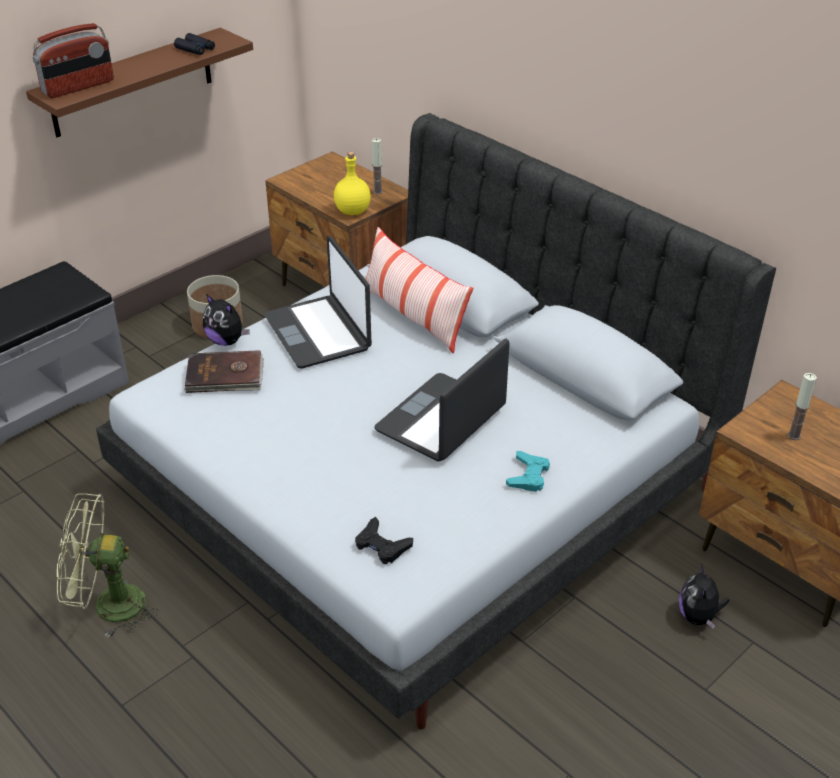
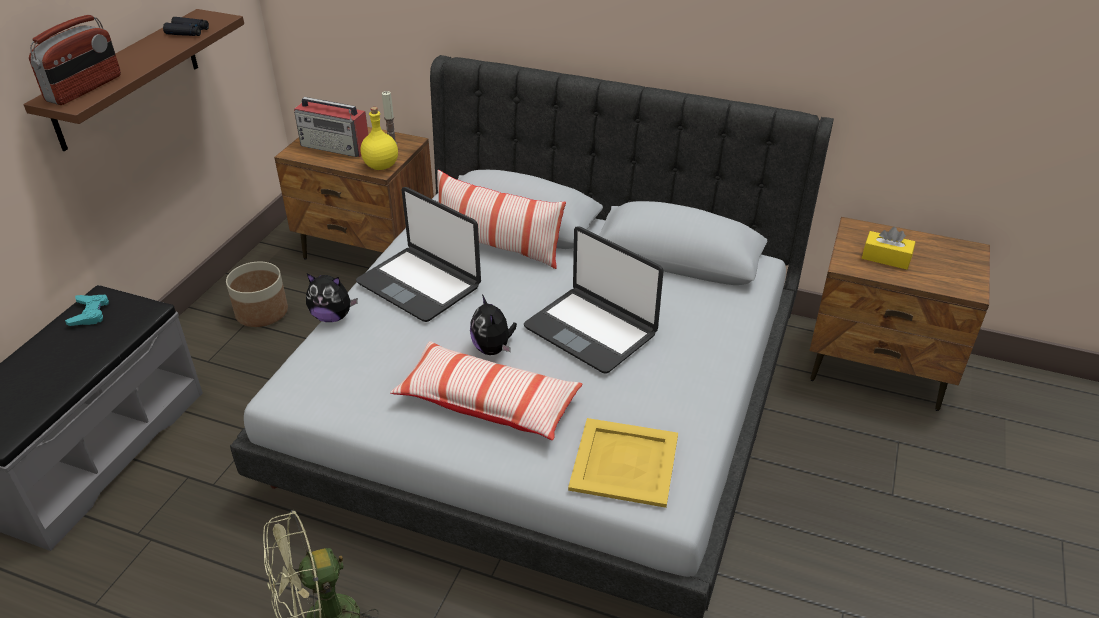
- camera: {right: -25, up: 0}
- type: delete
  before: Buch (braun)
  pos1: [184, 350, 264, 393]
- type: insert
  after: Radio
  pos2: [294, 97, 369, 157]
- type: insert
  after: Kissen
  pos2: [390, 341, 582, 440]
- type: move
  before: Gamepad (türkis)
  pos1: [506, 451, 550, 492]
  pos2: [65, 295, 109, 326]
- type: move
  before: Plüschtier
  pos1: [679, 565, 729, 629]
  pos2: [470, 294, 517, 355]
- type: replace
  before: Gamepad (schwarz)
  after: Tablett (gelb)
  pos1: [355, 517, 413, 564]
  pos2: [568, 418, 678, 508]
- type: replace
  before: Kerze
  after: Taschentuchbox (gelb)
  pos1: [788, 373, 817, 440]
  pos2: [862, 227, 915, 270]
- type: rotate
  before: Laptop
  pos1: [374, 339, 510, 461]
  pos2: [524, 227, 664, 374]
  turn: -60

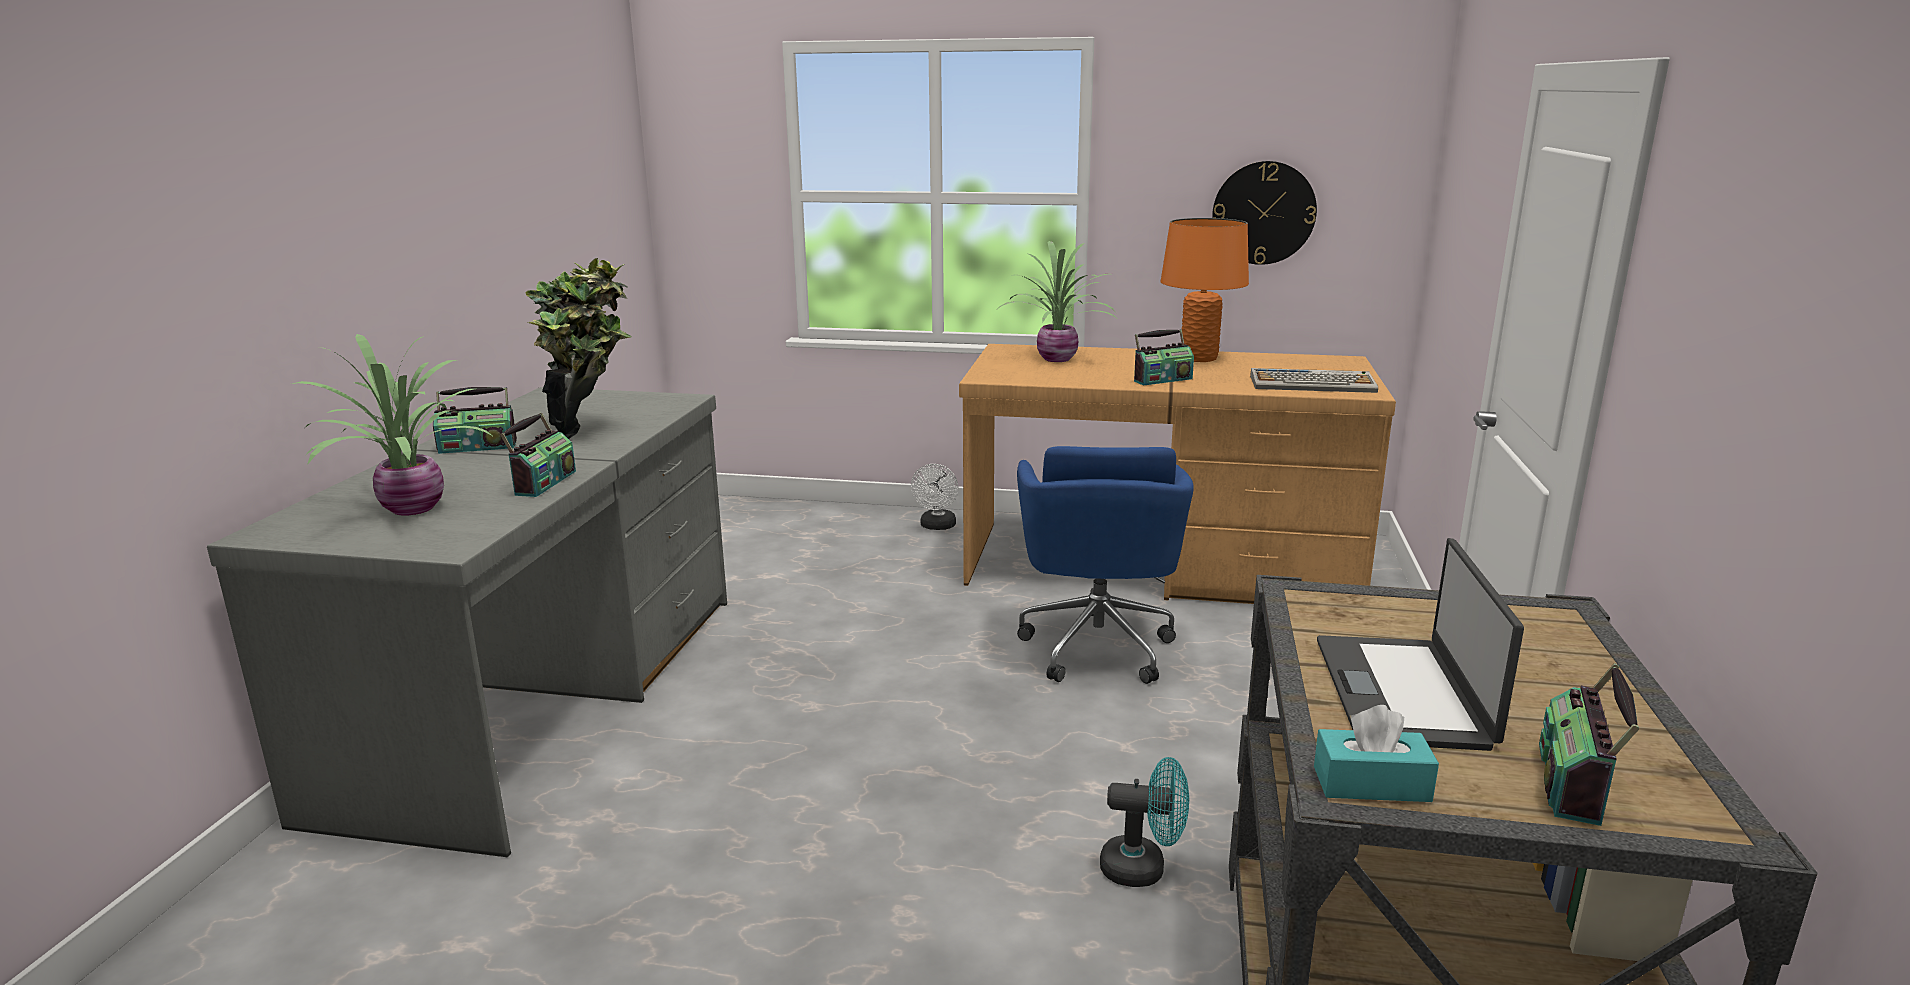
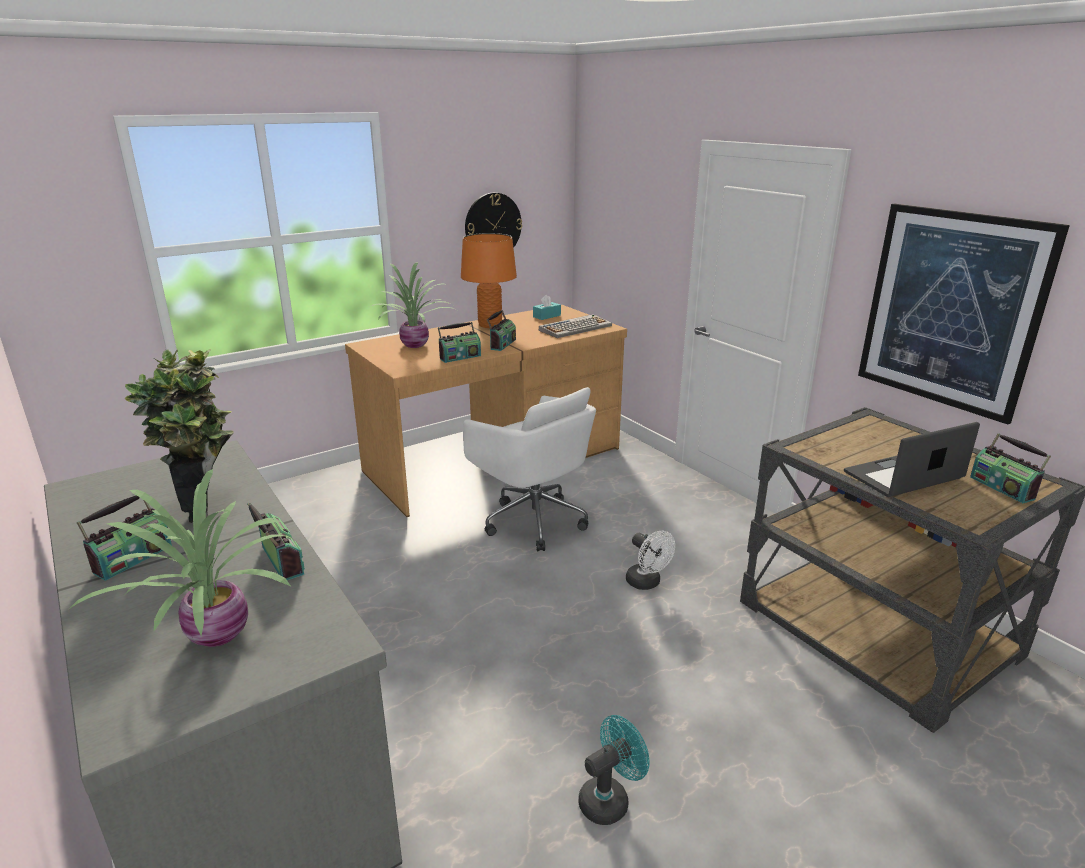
- camera: {right: -45, up: 5}
- type: insert
  after: Radio
  pos2: [438, 322, 481, 363]
- type: insert
  after: Bild
  pos2: [858, 204, 1070, 424]
- type: move
  before: Ventilator (weiß)
  pos1: [911, 464, 958, 530]
  pos2: [626, 531, 675, 590]
- type: move
  before: Ventilator (türkis)
  pos1: [1100, 757, 1189, 887]
  pos2: [579, 715, 650, 825]
- type: move
  before: Taschentuchbox (türkis)
  pos1: [1314, 705, 1439, 802]
  pos2: [533, 295, 561, 320]
- type: recolor
  before: Bürostuhl (blau)
  after: Bürostuhl (weiß)
  pos1: [1017, 446, 1194, 684]
  pos2: [463, 387, 596, 551]
- type: rotate
  before: Laptop
  pos1: [1317, 538, 1524, 751]
  pos2: [844, 422, 980, 497]
  turn: 105

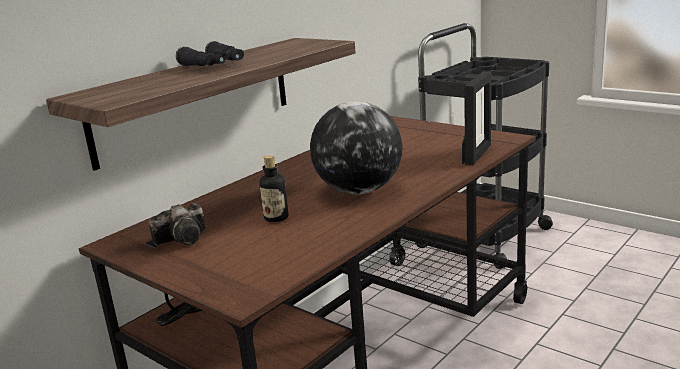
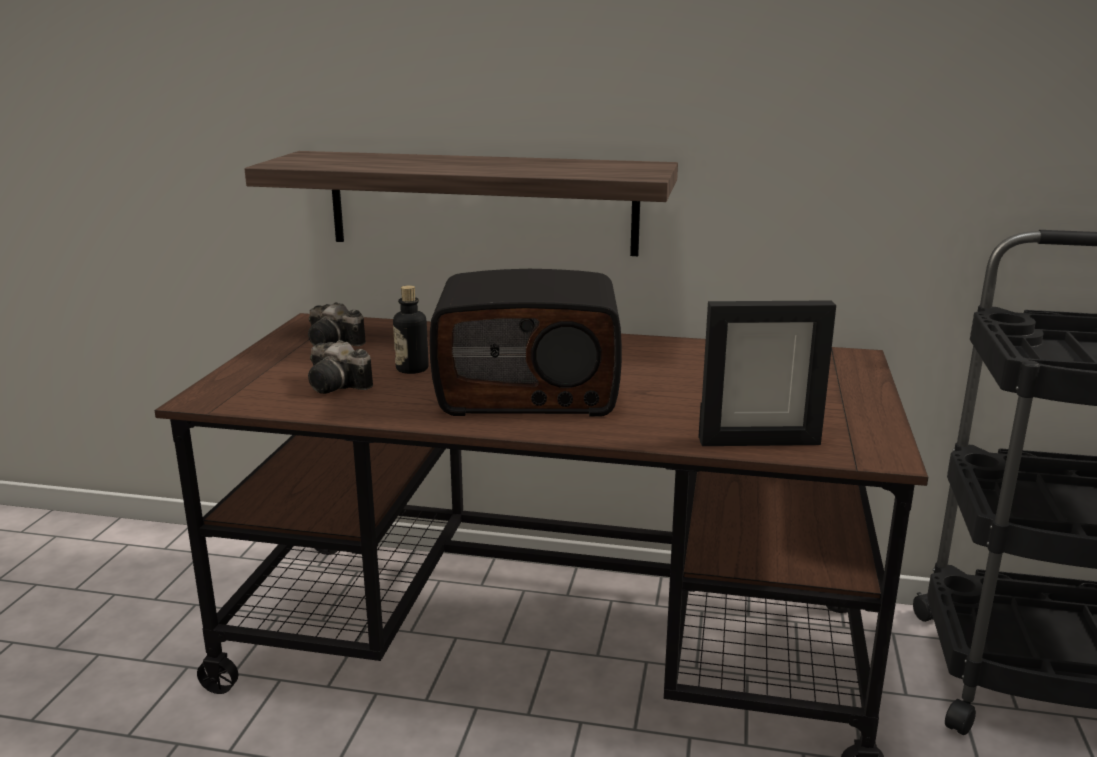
- camera: {right: 60, up: 0}
- type: delete
  before: Fernglas (schwarz)
  pos1: [176, 41, 244, 66]
- type: insert
  after: Kamera
  pos2: [308, 340, 373, 394]
- type: replace
  before: Globus
  after: Radio
  pos1: [310, 101, 403, 194]
  pos2: [430, 269, 622, 417]

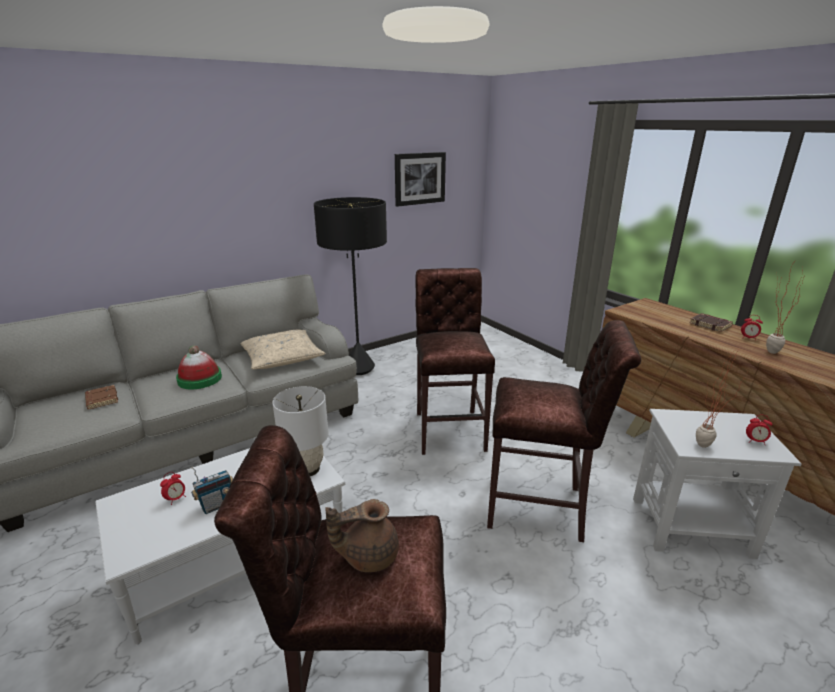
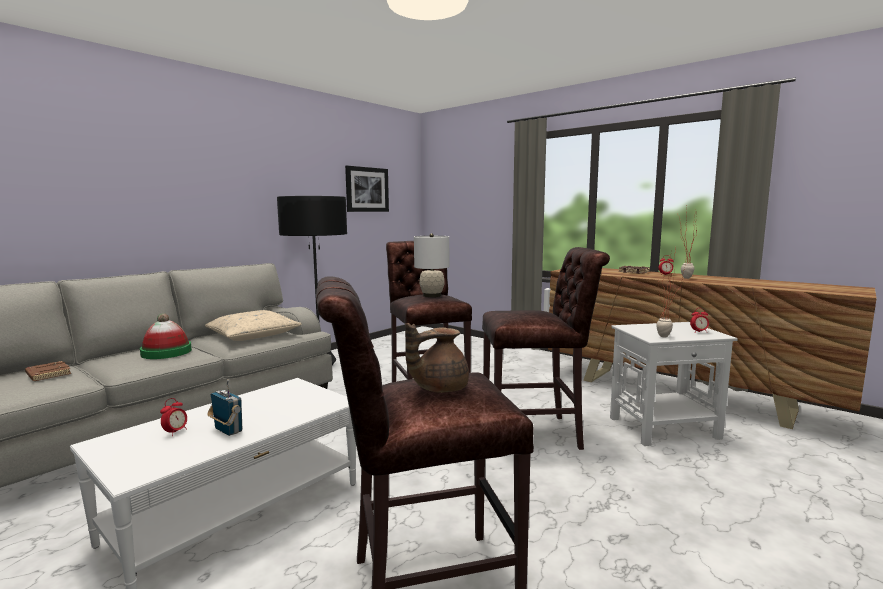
- camera: {right: -15, up: -15}
- type: move
  before: Tischlampe (weiß)
  pos1: [272, 386, 329, 476]
  pos2: [414, 233, 449, 297]
- type: rotate
  before: Radio
  pos1: [191, 467, 233, 514]
  pos2: [208, 379, 242, 436]
  turn: -90

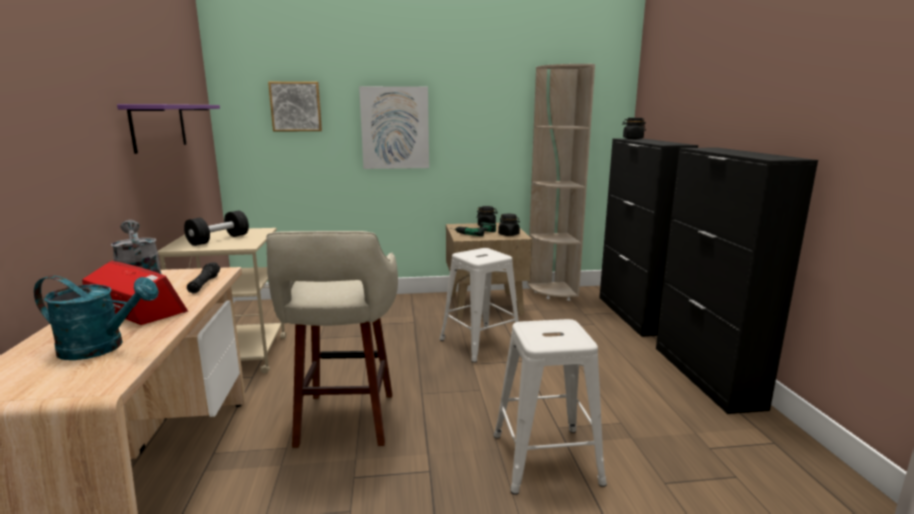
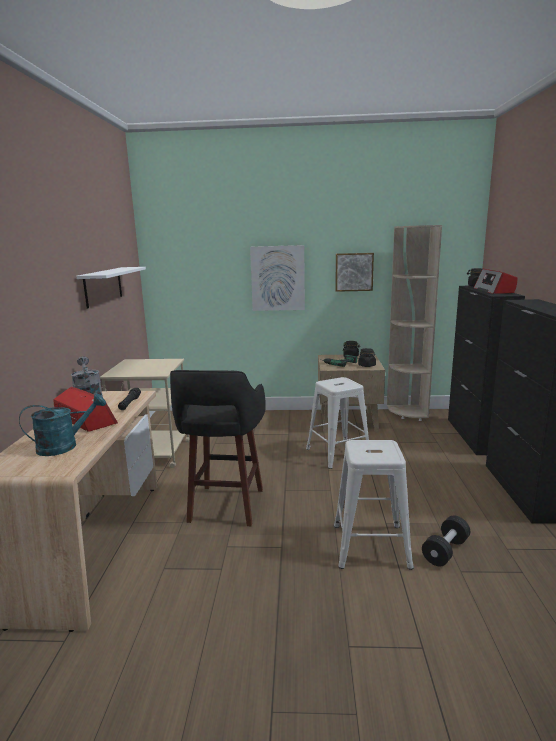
- camera: {right: 10, up: 0}
- type: insert
  after: Radio
  pos2: [474, 269, 517, 294]
- type: move
  before: Hantel (schwarz)
  pos1: [184, 211, 249, 246]
  pos2: [422, 516, 470, 566]
- type: move
  before: Bild
  pos1: [268, 82, 322, 132]
  pos2: [335, 253, 374, 292]
- type: recolor
  before: Wandregal (lila)
  after: Wandregal (weiß)
  pos1: [117, 104, 220, 154]
  pos2: [77, 267, 146, 308]
- type: recolor
  before: Hocker (beige)
  after: Hocker (schwarz)
  pos1: [266, 231, 398, 448]
  pos2: [170, 370, 266, 526]
- type: rotate
  before: Gießkanne (türkis)
  pos1: [34, 275, 159, 360]
  pos2: [19, 393, 106, 456]
  turn: -45

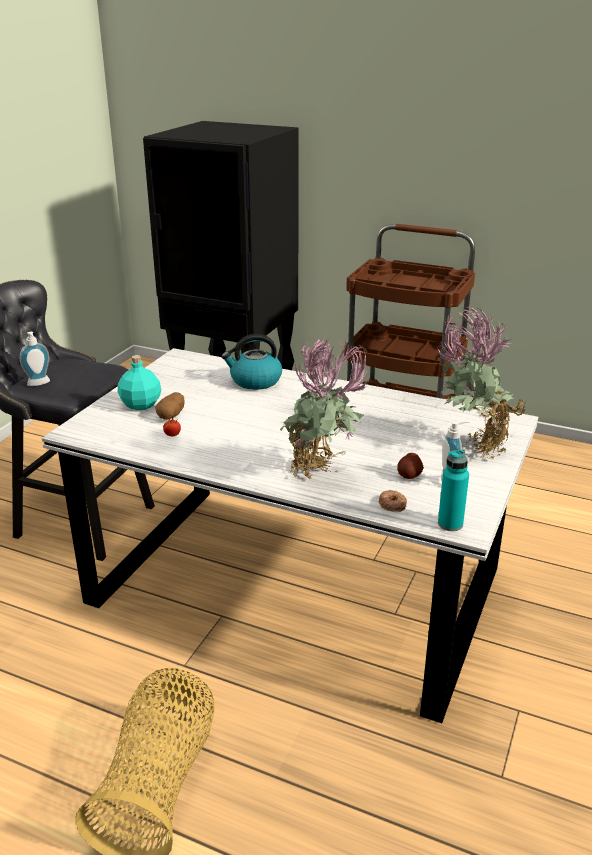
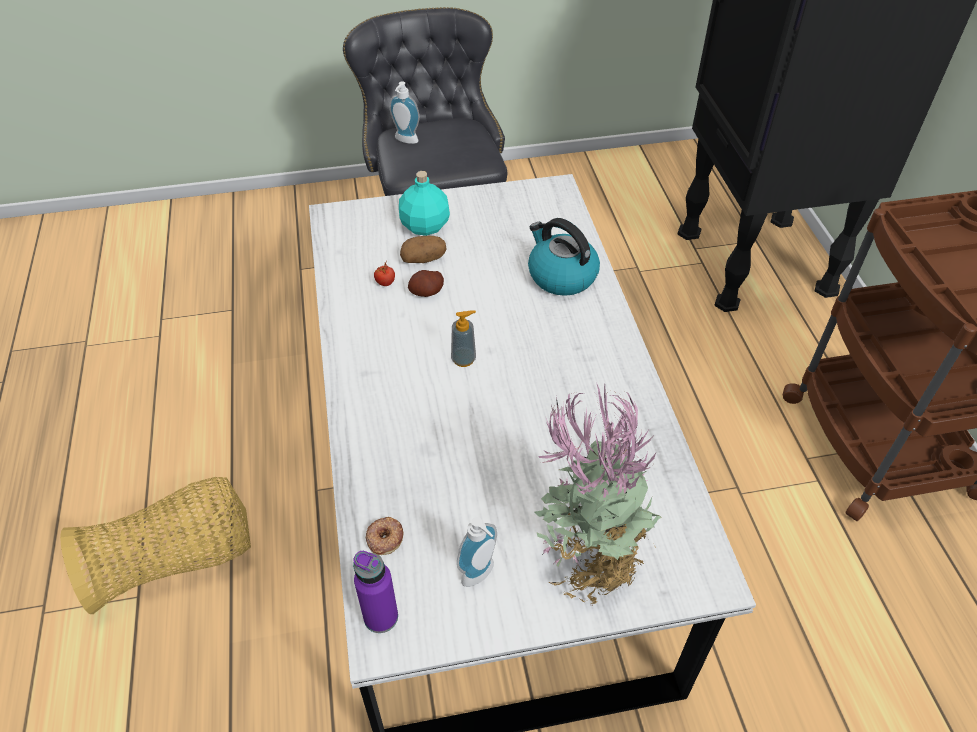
- camera: {right: 55, up: 20}
- type: delete
  before: Topfpflanze
  pos1: [280, 334, 370, 479]
- type: insert
  after: Seifenspender
  pos2: [451, 310, 476, 367]
- type: move
  before: Kartoffel
  pos1: [397, 453, 424, 479]
  pos2: [408, 270, 444, 297]
- type: recolor
  before: Flasche (türkis)
  after: Flasche (lila)
  pos1: [438, 449, 469, 531]
  pos2: [353, 551, 398, 633]

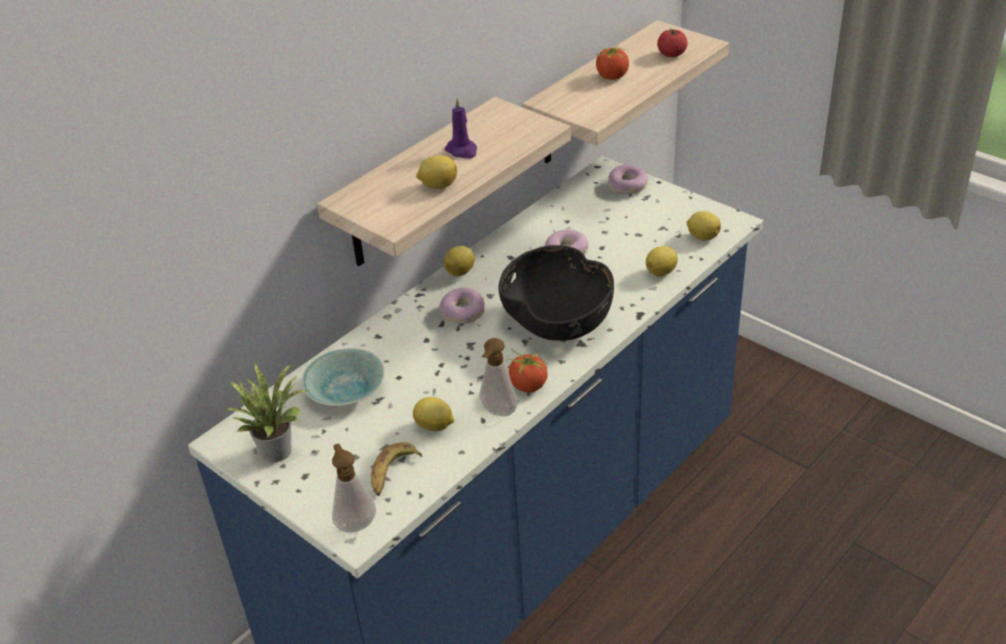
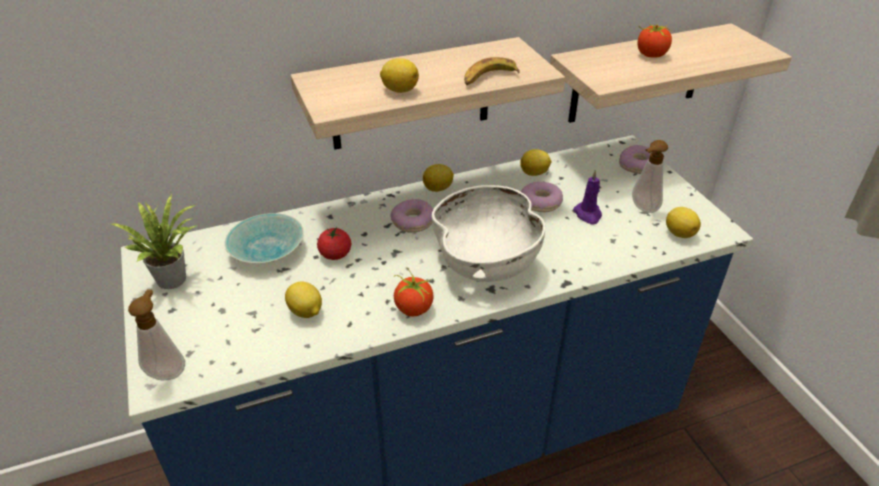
- camera: {right: 25, up: 0}
- type: move
  before: Banane
  pos1: [371, 442, 422, 496]
  pos2: [464, 57, 520, 85]
- type: move
  before: Kerze (lila)
  pos1: [445, 98, 477, 158]
  pos2: [573, 170, 602, 224]
- type: move
  before: Seifenspender
  pos1: [479, 338, 518, 416]
  pos2: [632, 140, 668, 213]
- type: move
  before: Zitrone
  pos1: [646, 246, 678, 277]
  pos2: [520, 149, 552, 176]
- type: move
  before: Tomate
  pos1: [657, 28, 688, 57]
  pos2: [317, 227, 351, 260]
- type: recolor
  before: Schüssel (schwarz)
  after: Schüssel (weiß)
  pos1: [498, 245, 614, 341]
  pos2: [432, 185, 545, 282]

